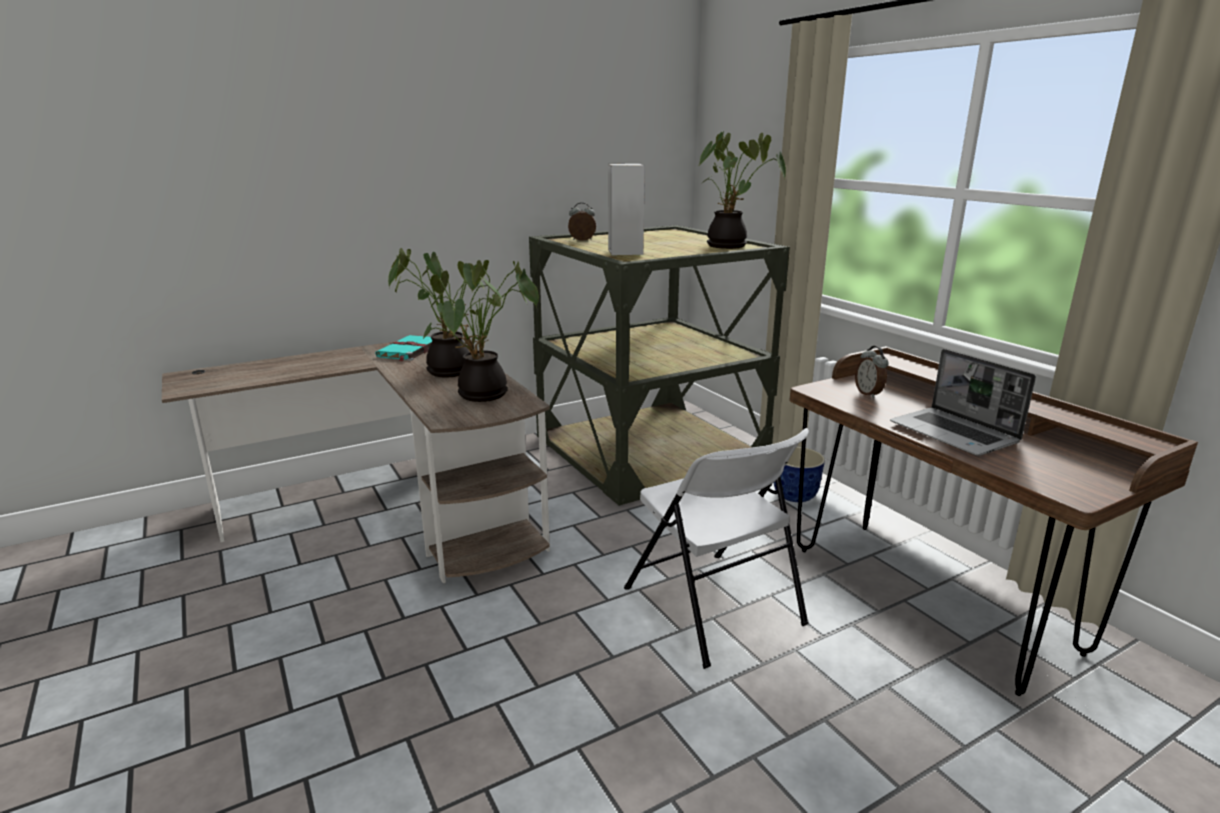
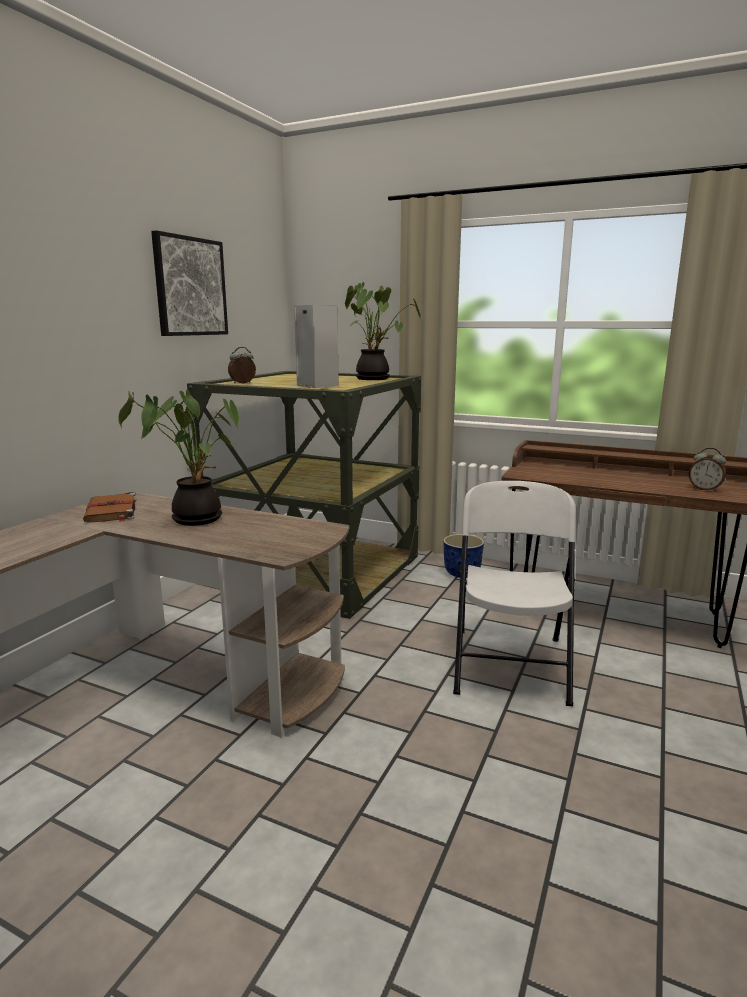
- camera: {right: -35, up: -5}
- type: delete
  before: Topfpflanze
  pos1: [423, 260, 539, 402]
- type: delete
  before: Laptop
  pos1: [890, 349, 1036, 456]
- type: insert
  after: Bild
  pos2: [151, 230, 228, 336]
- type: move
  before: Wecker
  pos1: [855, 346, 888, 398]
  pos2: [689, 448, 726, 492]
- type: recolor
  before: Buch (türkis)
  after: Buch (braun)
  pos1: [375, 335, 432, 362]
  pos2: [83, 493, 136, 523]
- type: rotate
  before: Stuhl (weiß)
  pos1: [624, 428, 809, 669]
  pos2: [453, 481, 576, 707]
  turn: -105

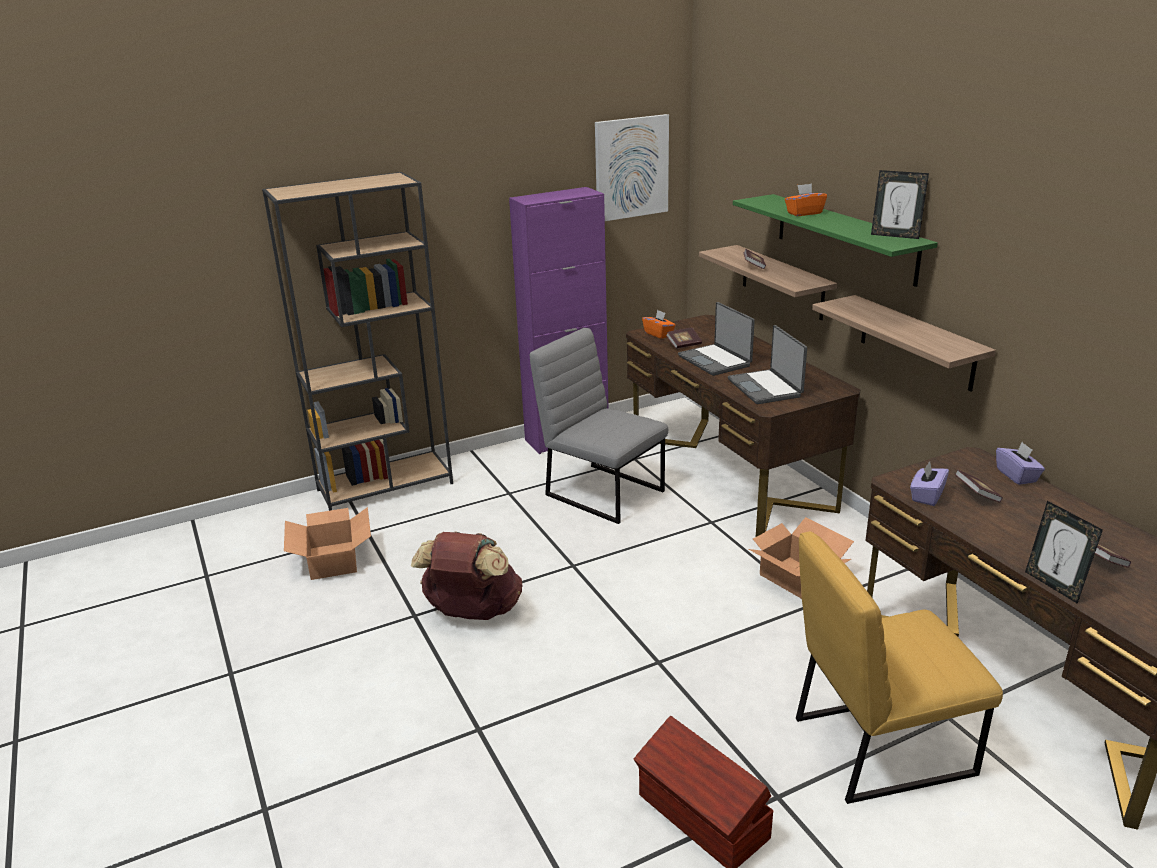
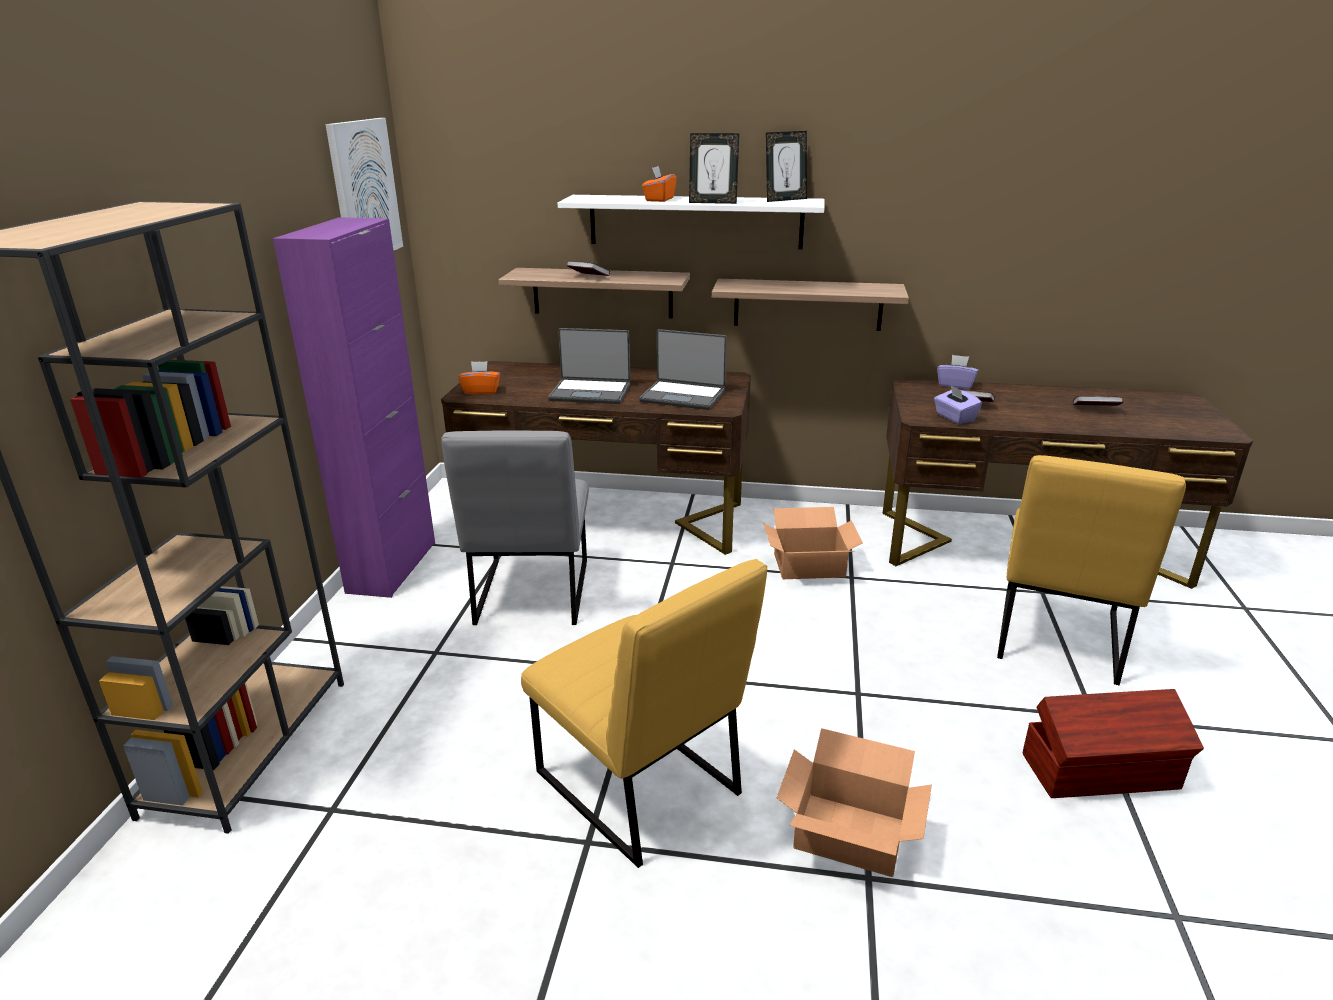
- camera: {right: -55, up: 0}
- type: delete
  before: Buch
  pos1: [666, 328, 702, 349]
- type: move
  before: Karton
  pos1: [284, 507, 371, 580]
  pos2: [777, 728, 932, 877]
- type: move
  before: Bilderrahmen
  pos1: [1025, 501, 1103, 604]
  pos2: [689, 133, 739, 204]
- type: replace
  before: Rucksack (braun)
  after: Stuhl (gelb)
  pos1: [411, 531, 522, 620]
  pos2: [521, 559, 767, 868]
- type: recolor
  before: Wandregal (grün)
  after: Wandregal (weiß)
  pos1: [733, 194, 938, 287]
  pos2: [558, 195, 825, 249]
- type: rotate
  before: Stuhl (grau)
  pos1: [530, 328, 668, 524]
  pos2: [441, 430, 589, 625]
  turn: -75

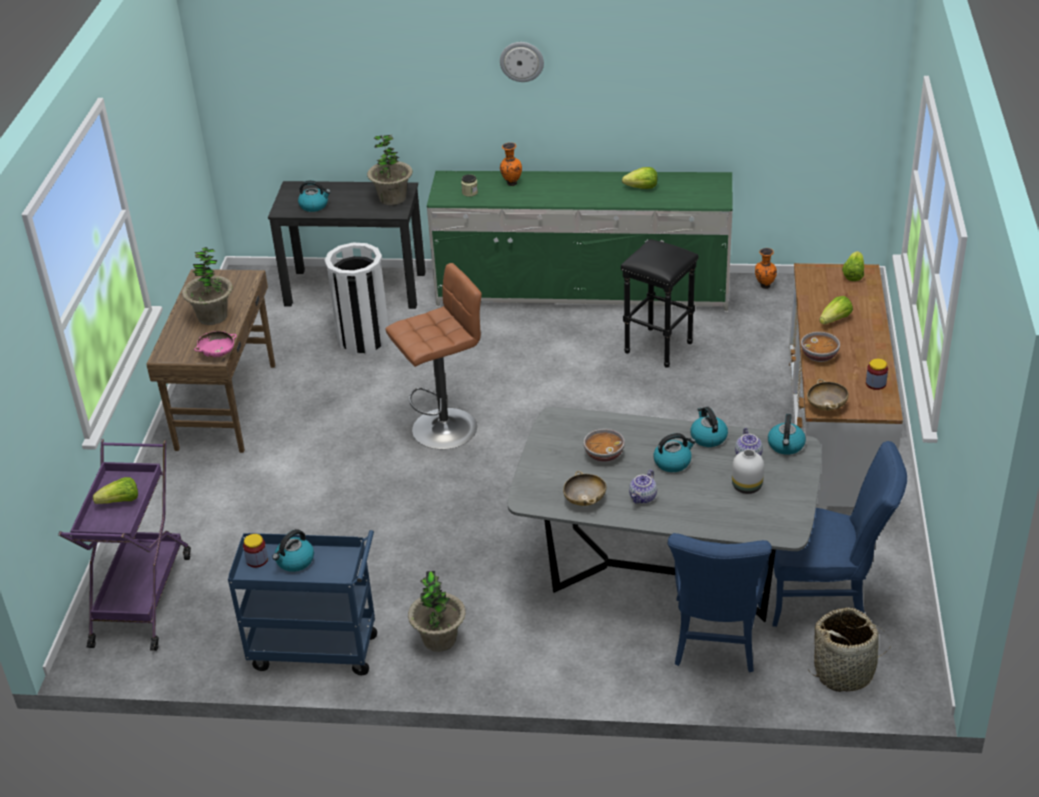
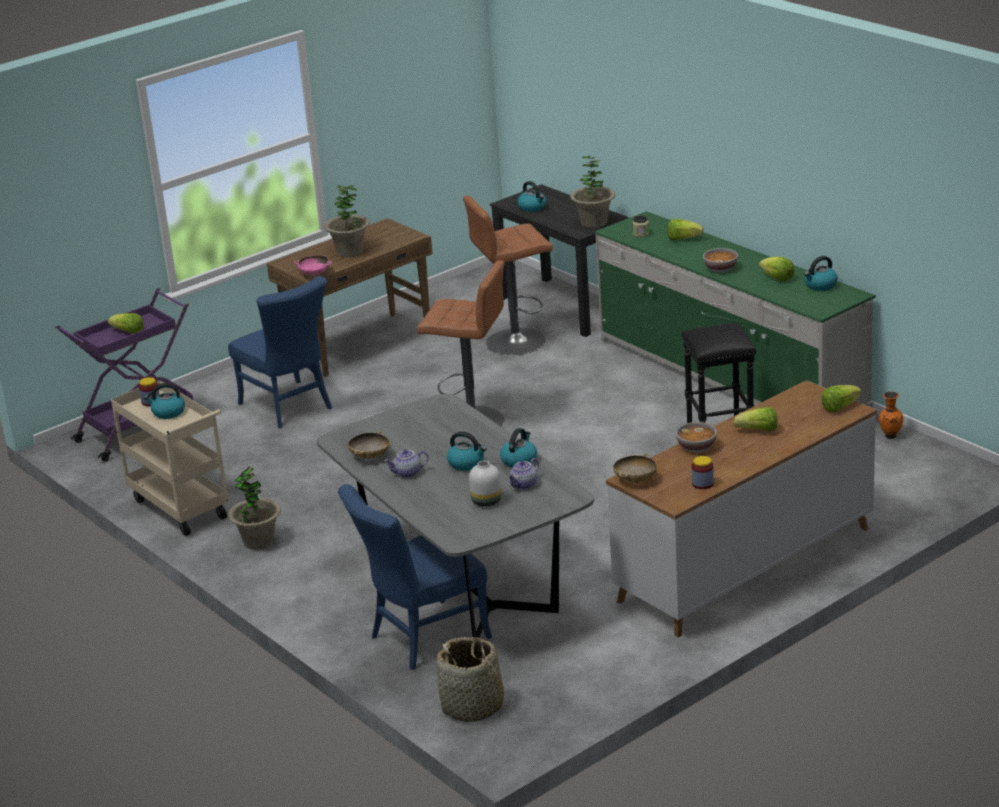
- camera: {right: 45, up: -10}
- type: delete
  before: Wanduhr
  pos1: [500, 42, 544, 82]
- type: move
  before: Schüssel
  pos1: [584, 429, 625, 462]
  pos2: [703, 248, 738, 272]
- type: move
  before: Wasserkessel
  pos1: [768, 414, 806, 455]
  pos2: [804, 256, 838, 291]
- type: move
  before: Stuhl (blau)
  pos1: [772, 441, 907, 627]
  pos2: [228, 276, 332, 428]
- type: replace
  before: Mülleimer (weiß)
  after: Hocker (braun)
  pos1: [324, 243, 389, 355]
  pos2: [463, 195, 553, 355]
- type: replace
  before: Vase (orange)
  after: Salatkopf
  pos1: [500, 142, 522, 186]
  pos2: [667, 219, 704, 240]
- type: recolor
  before: Rollwagen (blau)
  after: Rollwagen (beige)
  pos1: [228, 530, 377, 675]
  pos2: [111, 380, 229, 536]

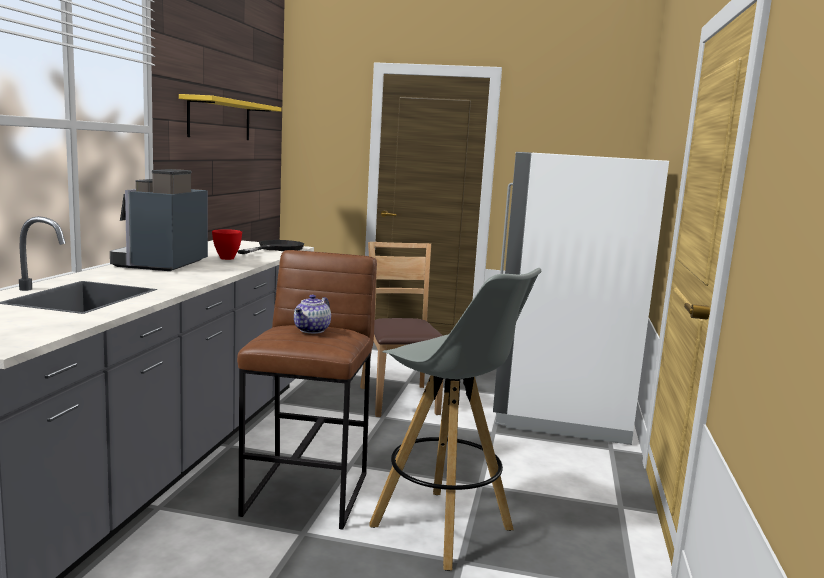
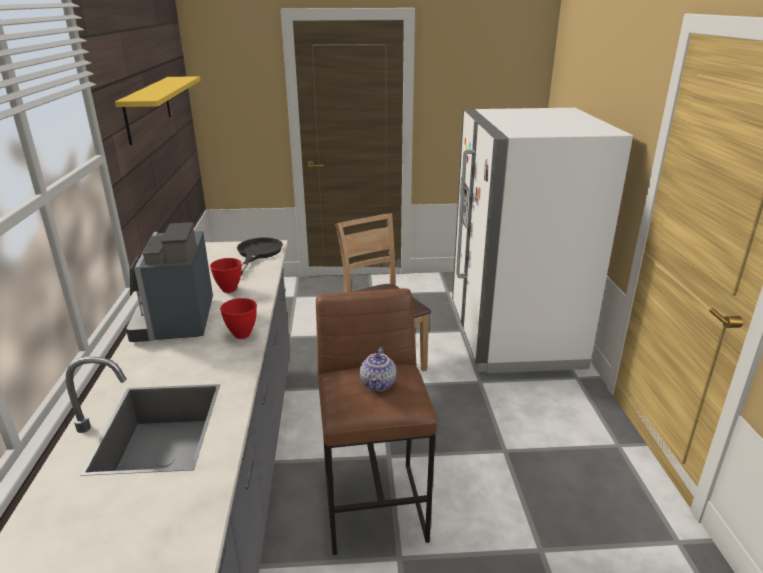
- camera: {right: -15, up: 15}
- type: delete
  before: Hocker (grau)
  pos1: [369, 268, 542, 571]
- type: insert
  after: Schüssel (rot)
  pos2: [220, 298, 257, 339]

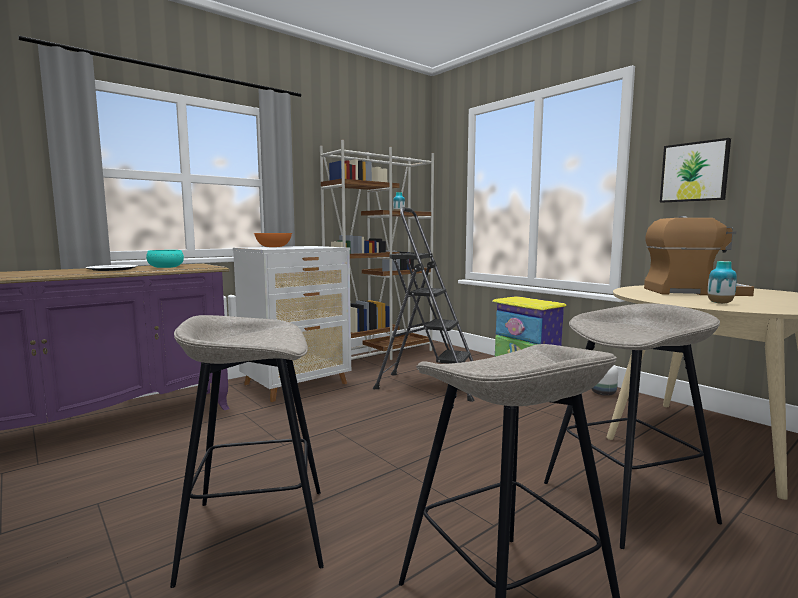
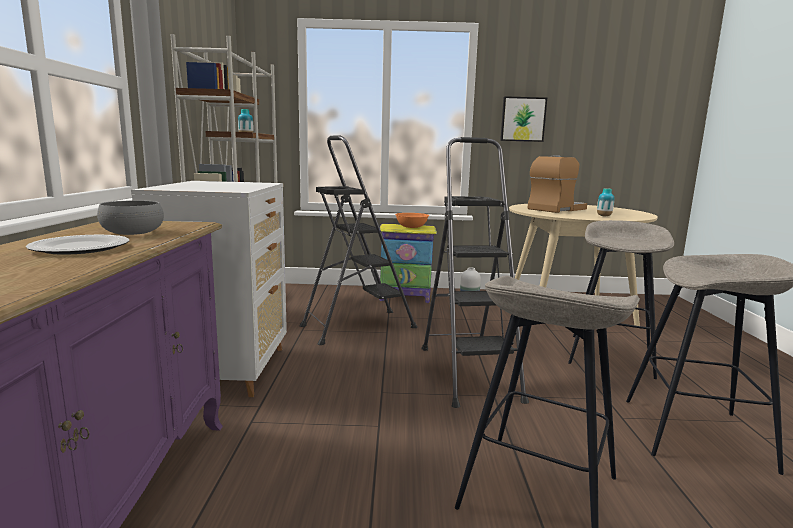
- camera: {right: -50, up: 5}
- type: insert
  after: Trittleiter
  pos2: [421, 137, 529, 408]
- type: move
  before: Schüssel (orange)
  pos1: [254, 233, 292, 247]
  pos2: [395, 213, 429, 228]
- type: recolor
  before: Schüssel (türkis)
  after: Schüssel (grau)
  pos1: [146, 250, 184, 268]
  pos2: [97, 200, 164, 235]

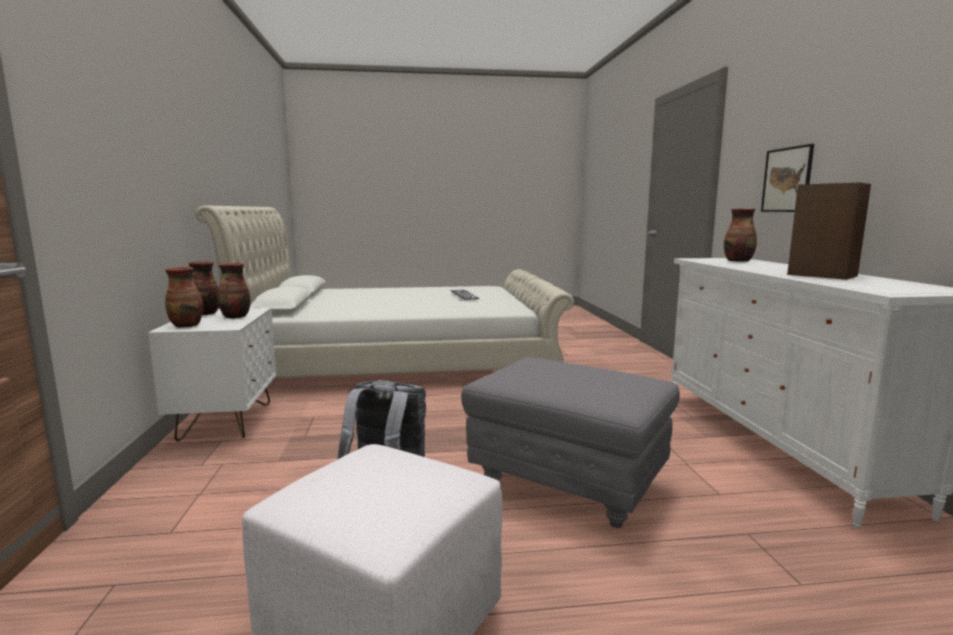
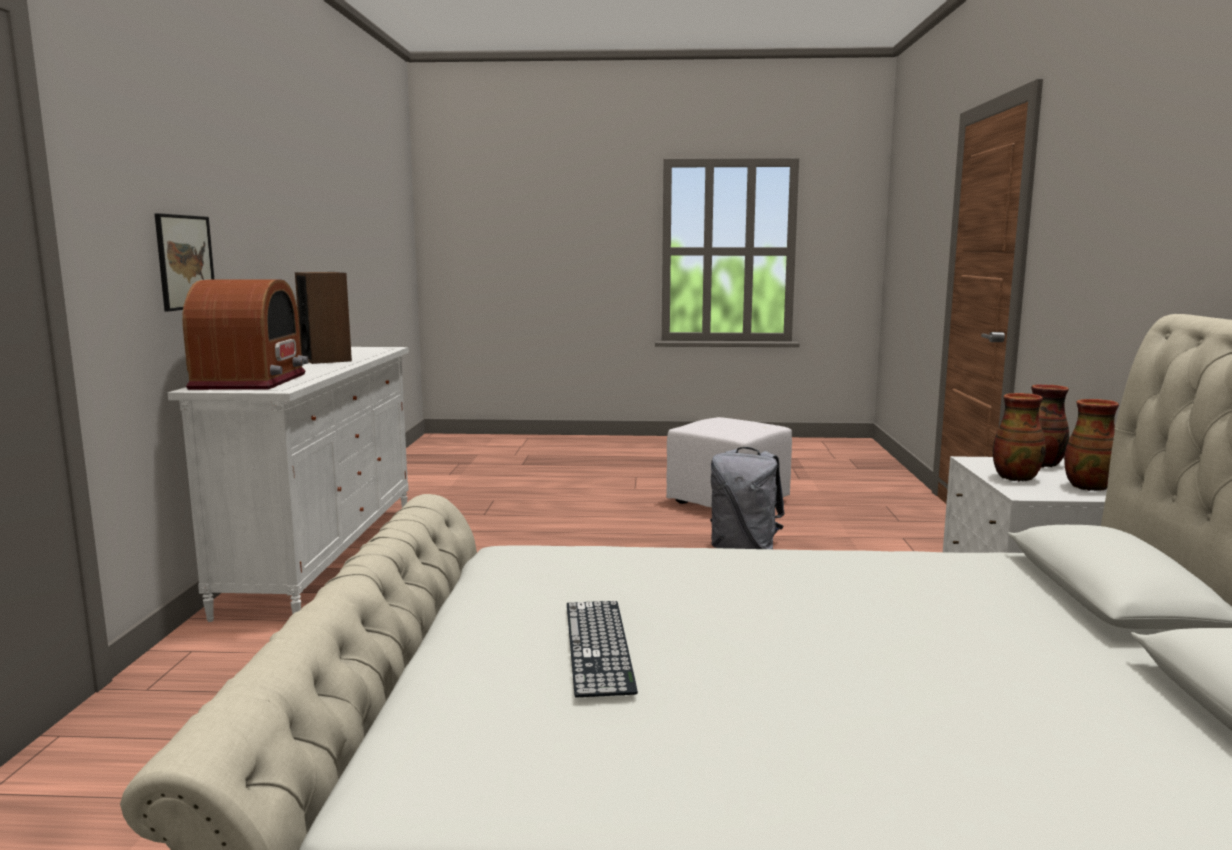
- camera: {right: -170, up: 0}
- type: delete
  before: Polsterhocker (grau)
  pos1: [461, 357, 680, 528]
- type: replace
  before: Vase
  after: Radio
  pos1: [724, 208, 757, 262]
  pos2: [182, 280, 309, 390]

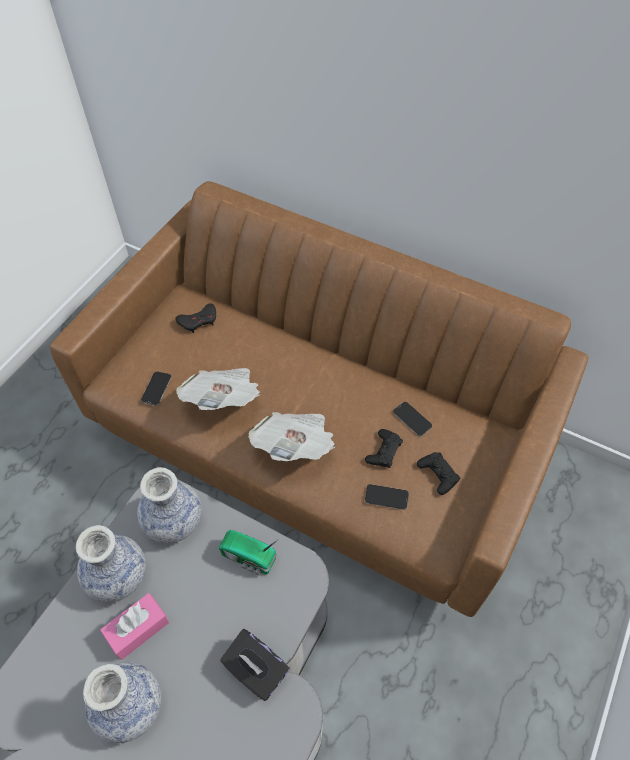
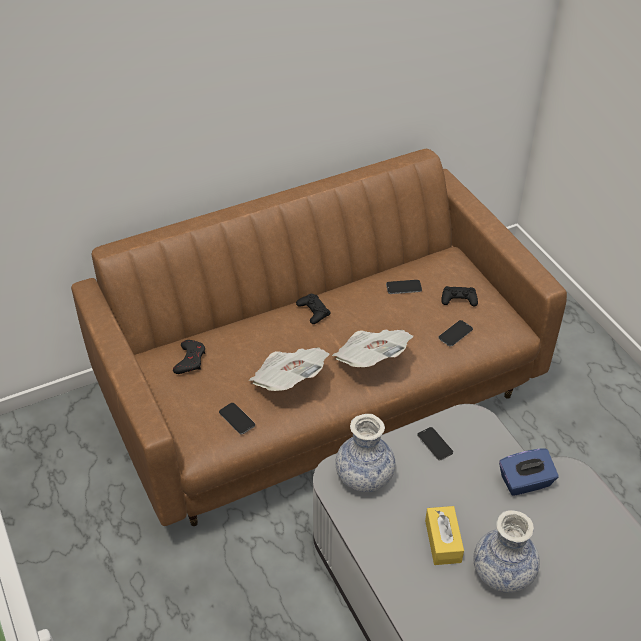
- camera: {right: -55, up: -10}
- type: delete
  before: Vase
  pos1: [76, 525, 146, 602]
- type: move
  before: Gamepad (schwarz)
  pos1: [365, 429, 403, 468]
  pos2: [296, 294, 331, 324]
- type: replace
  before: Radio
  after: Handy
  pos1: [219, 530, 279, 575]
  pos2: [417, 427, 453, 460]
- type: recolor
  before: Taschentuchbox (rosa)
  after: Taschentuchbox (gelb)
  pos1: [100, 593, 169, 660]
  pos2: [425, 506, 464, 565]
- type: recolor
  before: Taschentuchbox (schwarz)
  after: Taschentuchbox (blau)
  pos1: [220, 629, 290, 701]
  pos2: [499, 449, 559, 496]

